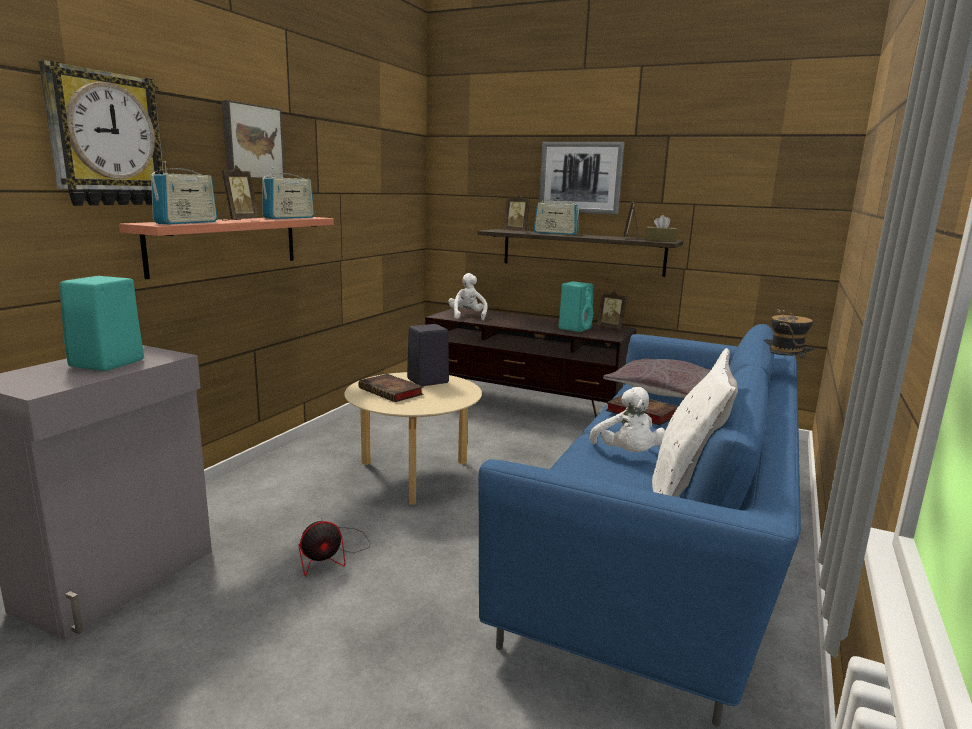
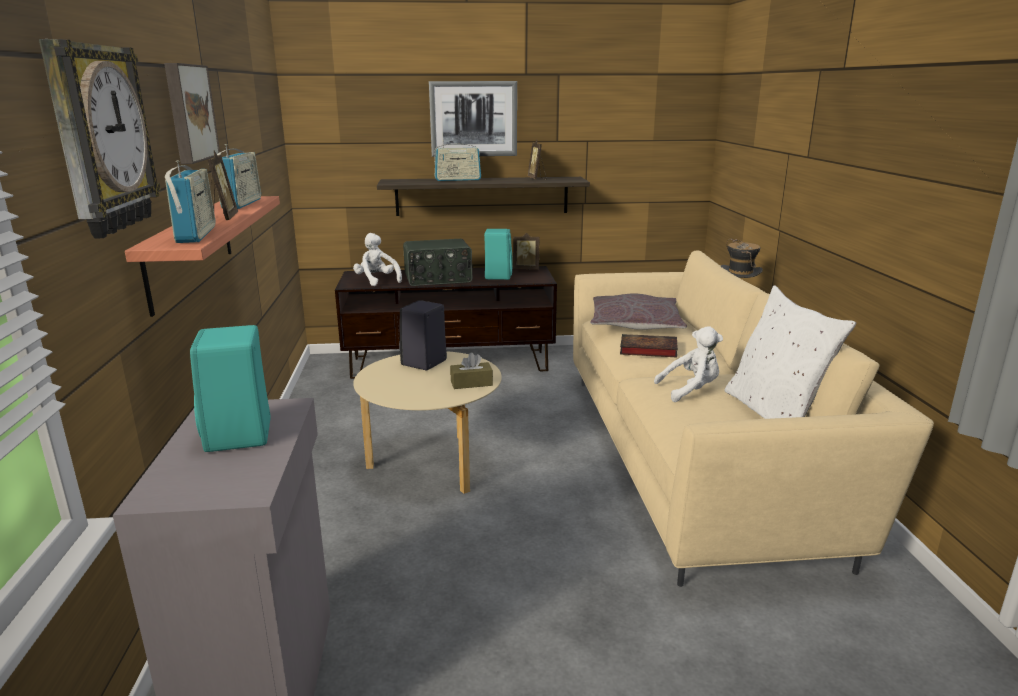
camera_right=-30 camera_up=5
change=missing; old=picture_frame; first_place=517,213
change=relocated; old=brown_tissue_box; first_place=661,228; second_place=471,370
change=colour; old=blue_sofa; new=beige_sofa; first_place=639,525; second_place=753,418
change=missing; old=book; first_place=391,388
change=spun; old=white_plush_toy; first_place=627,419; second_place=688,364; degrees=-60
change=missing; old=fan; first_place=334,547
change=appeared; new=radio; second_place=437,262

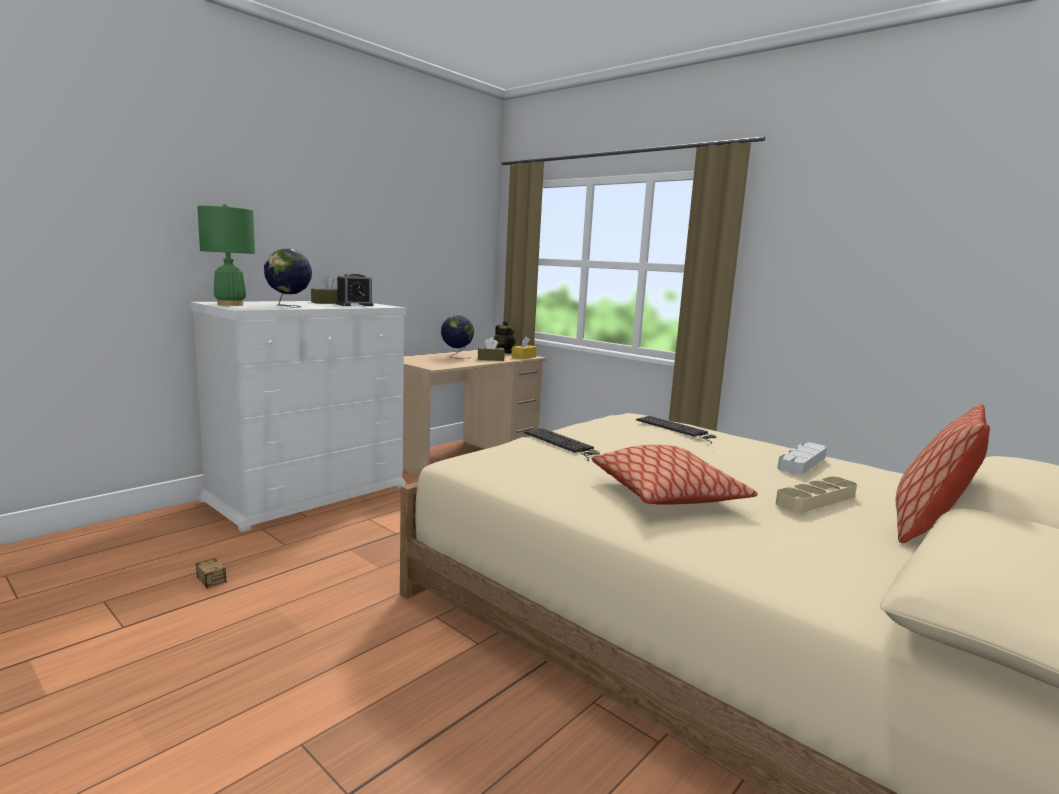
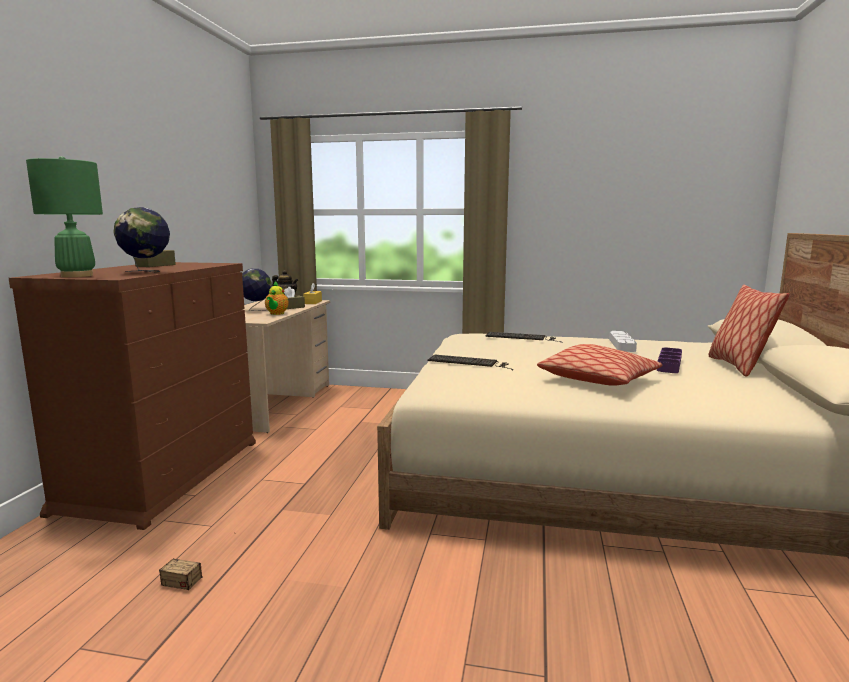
camera_right=-30 camera_up=0
change=missing; old=alarm_clock; first_place=355,289
change=colour; old=white_dresser; new=brown_dresser; first_place=298,416; second_place=132,396
change=colour; old=beige_tray; new=purple_tray; first_place=816,494; second_place=669,360
change=appeared; new=teapot; second_place=277,298

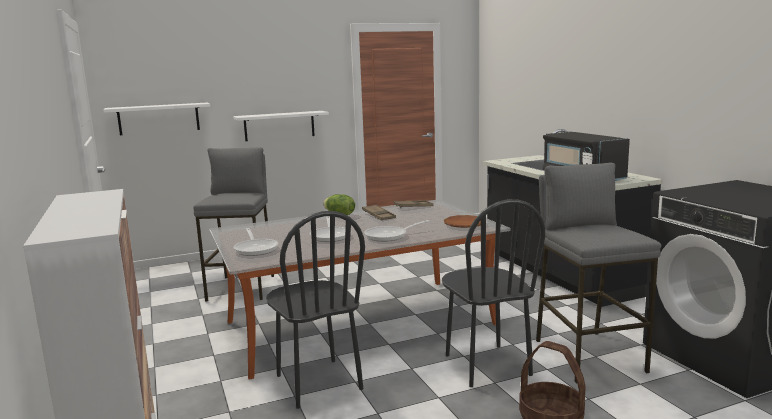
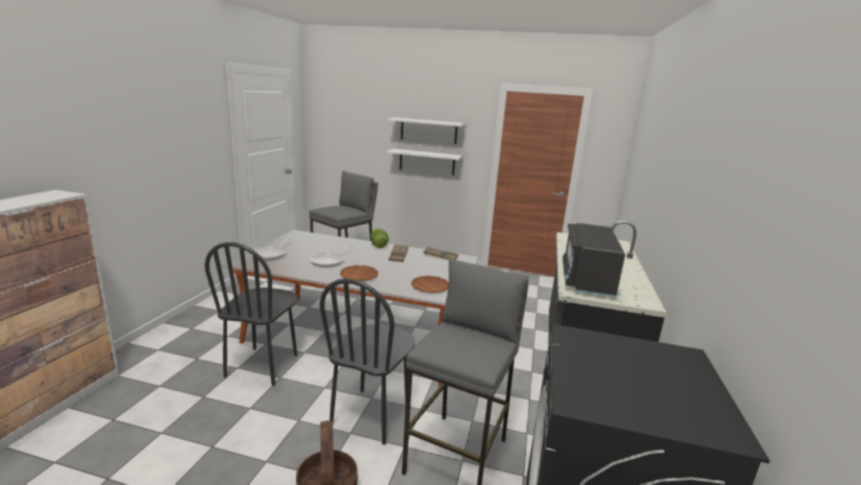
camera_right=35 camera_up=5
change=relocated; old=white_shelf; first_place=156,119; second_place=427,130
change=exchanged; old=frying_pan; new=brown_plate; first_place=397,231; second_place=359,273

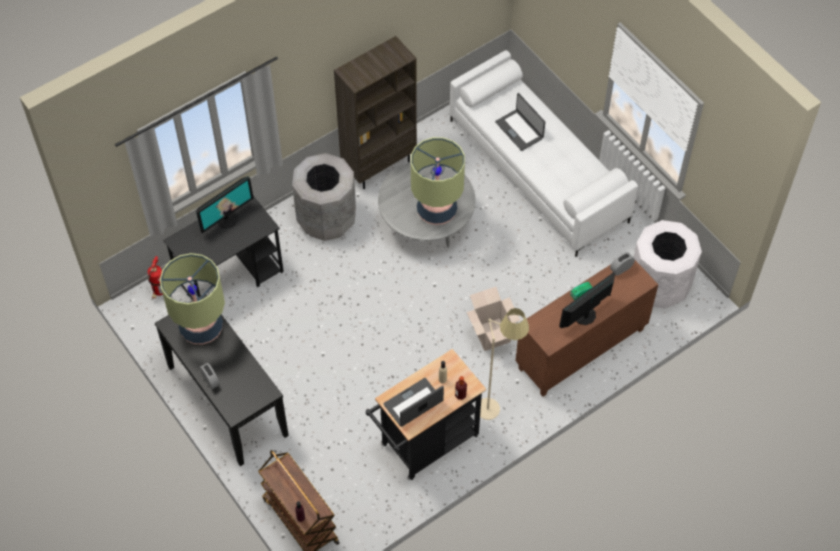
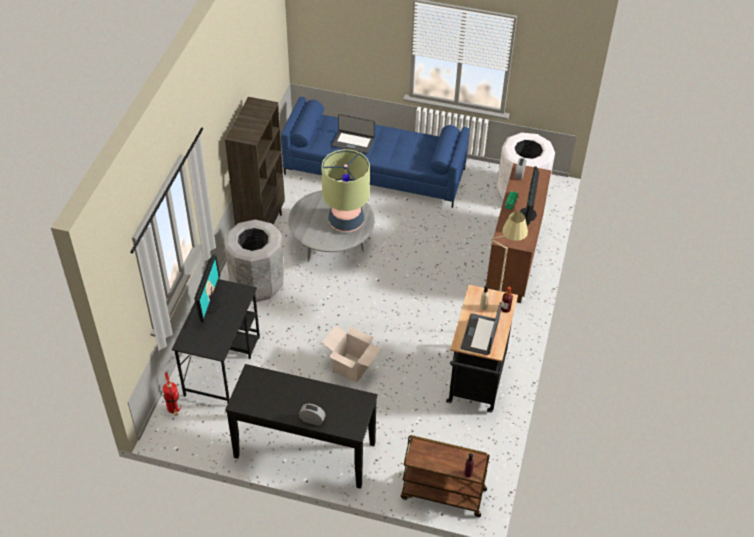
camera_right=-40 camera_up=-10
change=colour; old=white_sofa; new=blue_sofa; first_place=544,153; second_place=375,152
change=missing; old=table_lamp; first_place=192,298
change=relocated; old=cardboard_box; first_place=493,319; second_place=352,354

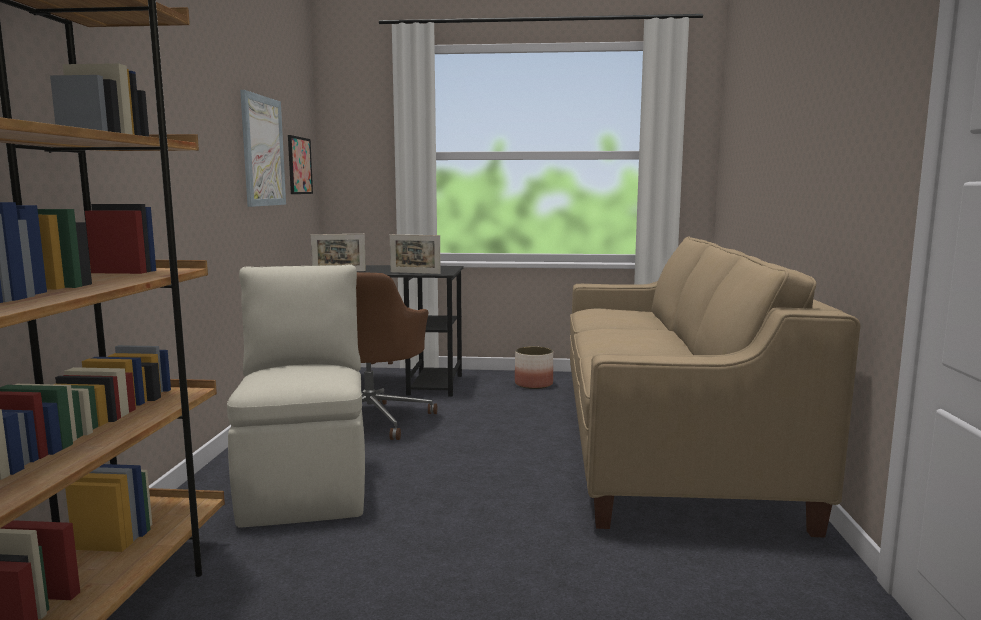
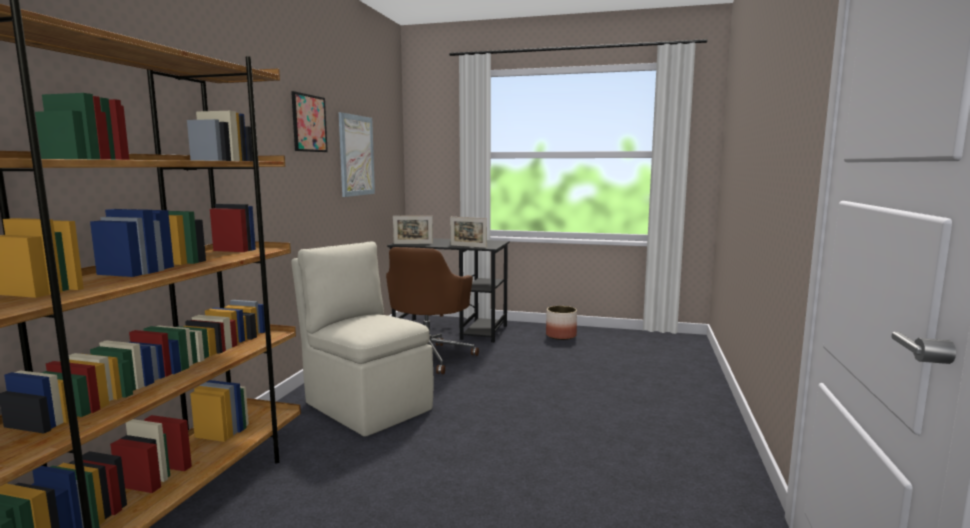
camera_right=10 camera_up=0
change=relocated; old=picture; first_place=300,164; second_place=309,121
change=missing; old=beige_sofa; first_place=715,387
change=spun; old=beige_chair; first_place=296,396; second_place=362,339; degrees=-45

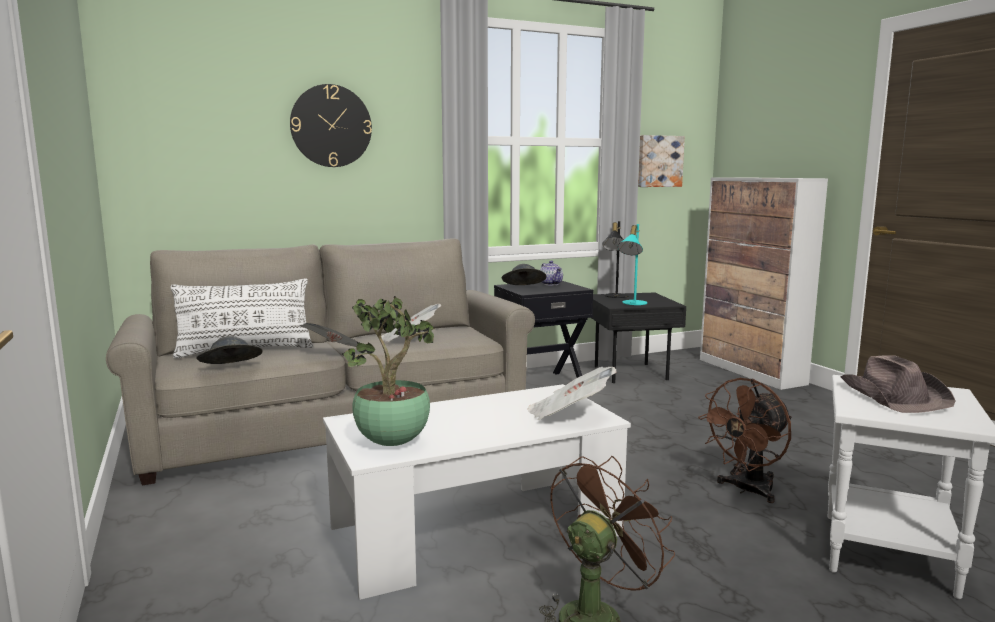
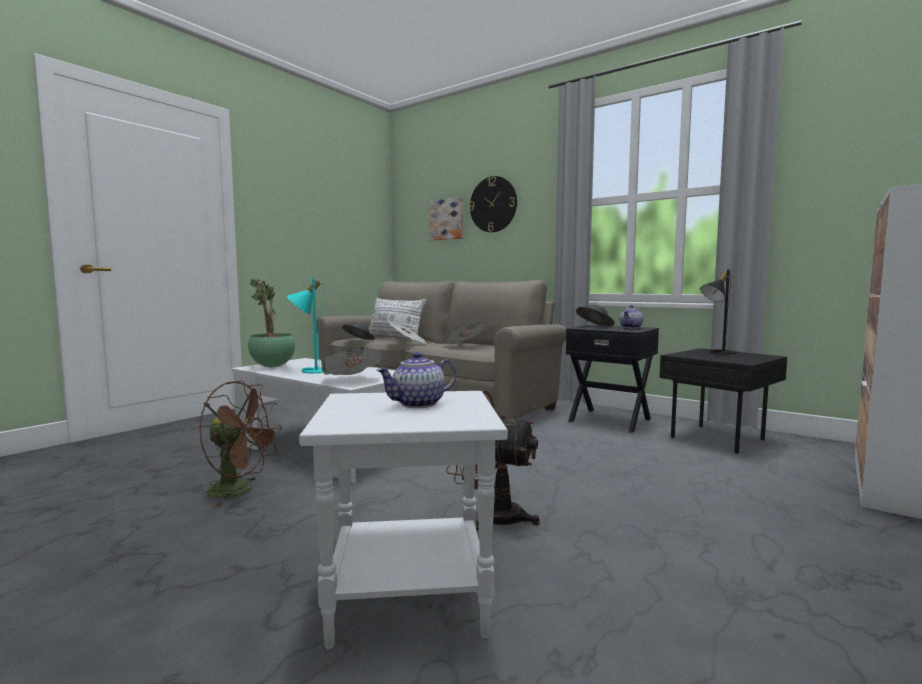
camera_right=60 camera_up=-5
change=relocated; old=picture; first_place=661,161; second_place=446,219
change=relocated; old=turquoise_table_lamp; first_place=632,264; second_place=306,325
change=exchanged; old=brown_hat; new=teapot; first_place=898,384; second_place=416,380

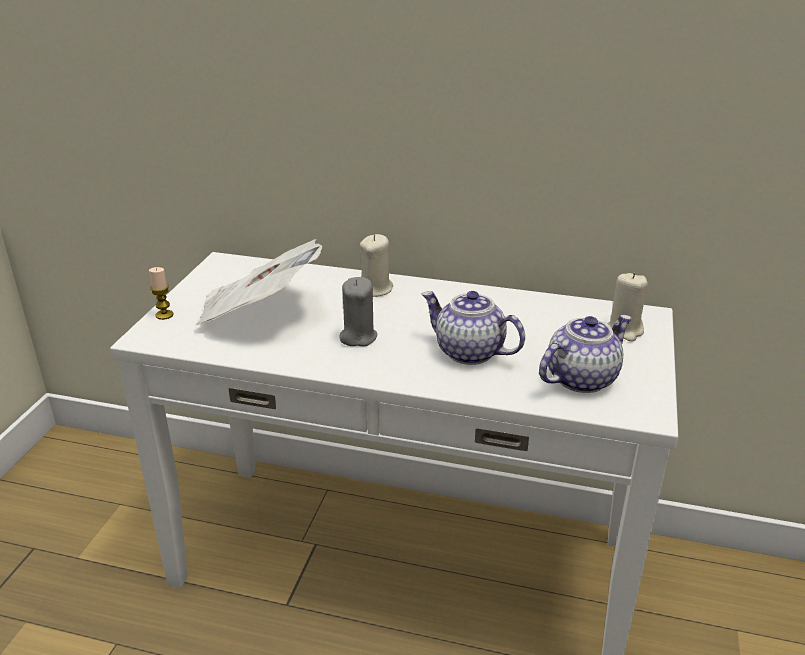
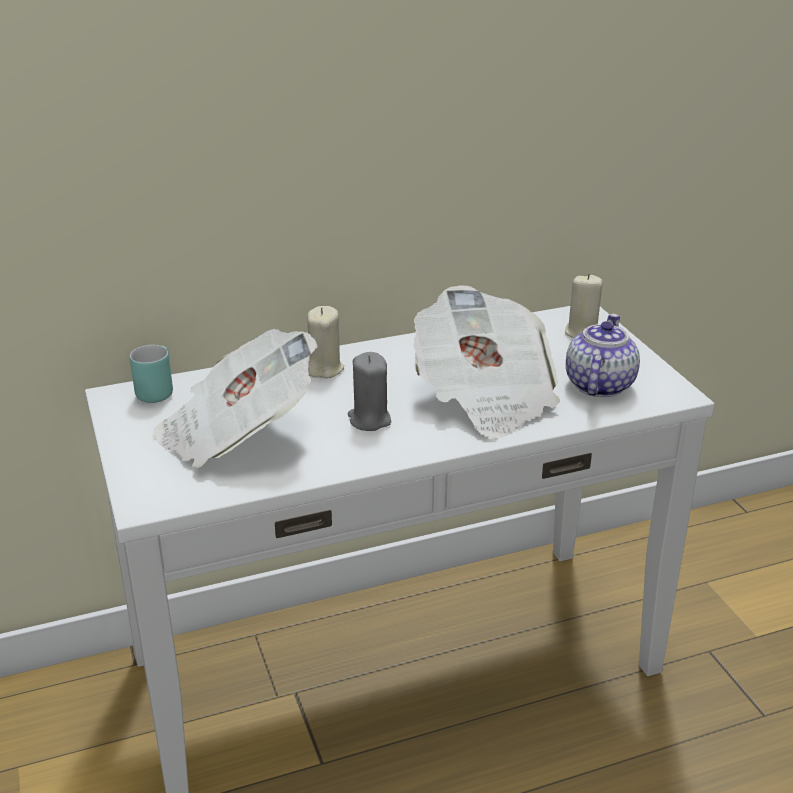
camera_right=-35 camera_up=0
change=missing; old=candle; first_place=161,293
change=exchanged; old=teapot; new=newspaper; first_place=473,328; second_place=487,362
change=appeared; new=turquoise_mug; second_place=151,374

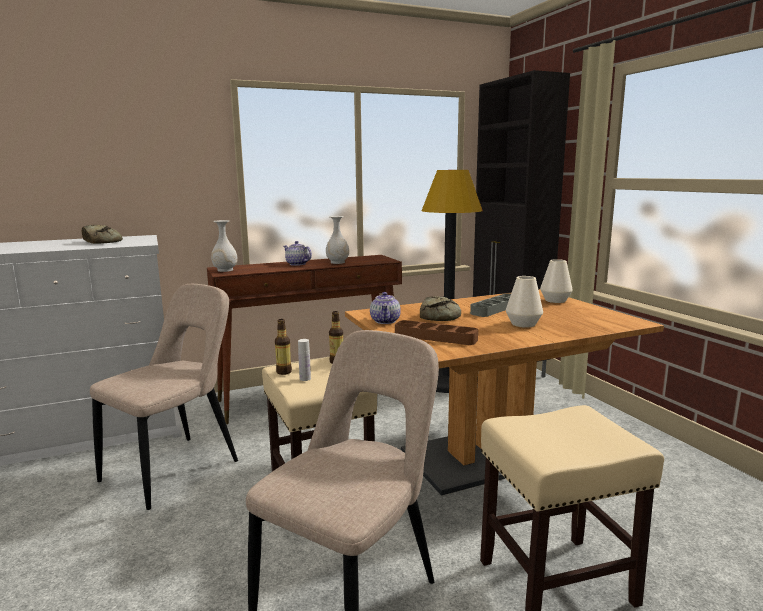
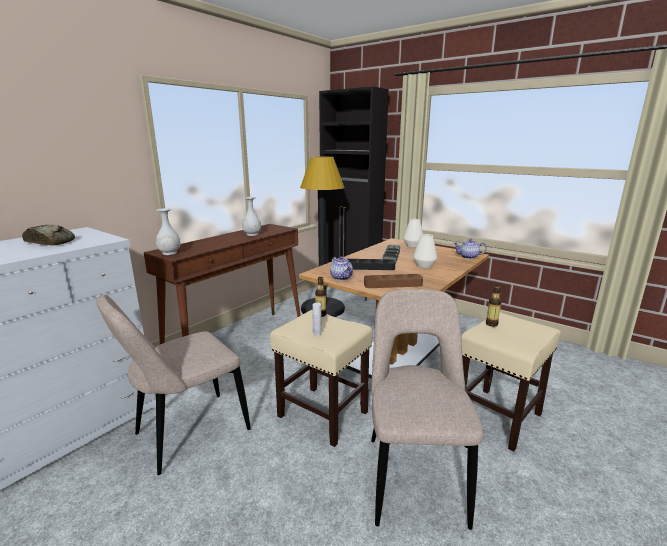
camera_right=-30 camera_up=5
change=relocated; old=teapot; first_place=297,253; second_place=470,249
change=spun; old=beige_chair; first_place=164,397; second_place=173,384; degrees=-135
change=exchanged; old=bread; new=black_tray; first_place=440,308; second_place=371,264
change=relocated; old=bottle; first_place=283,347; second_place=493,306

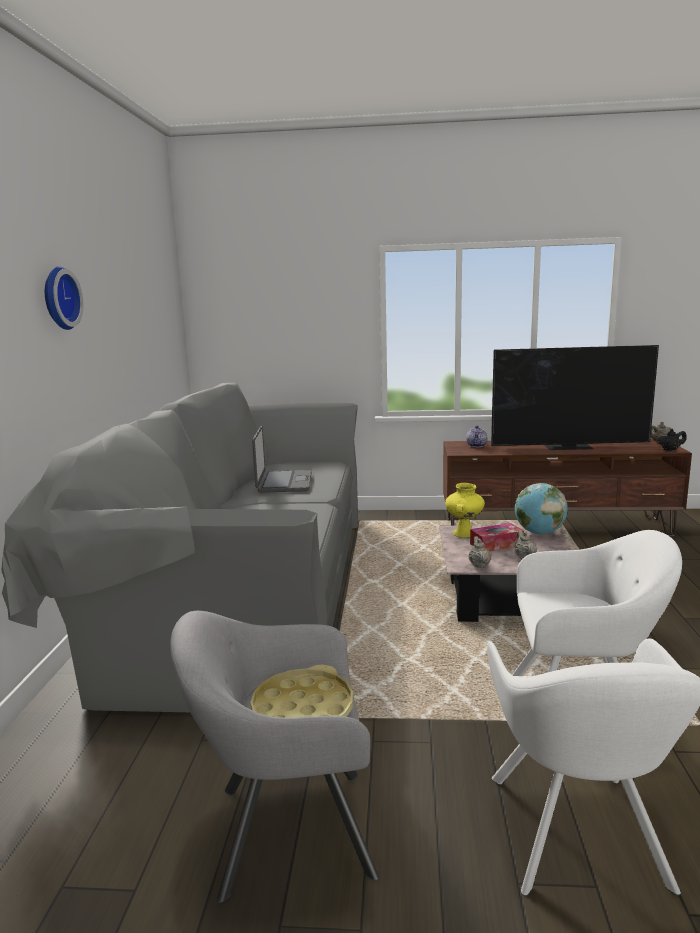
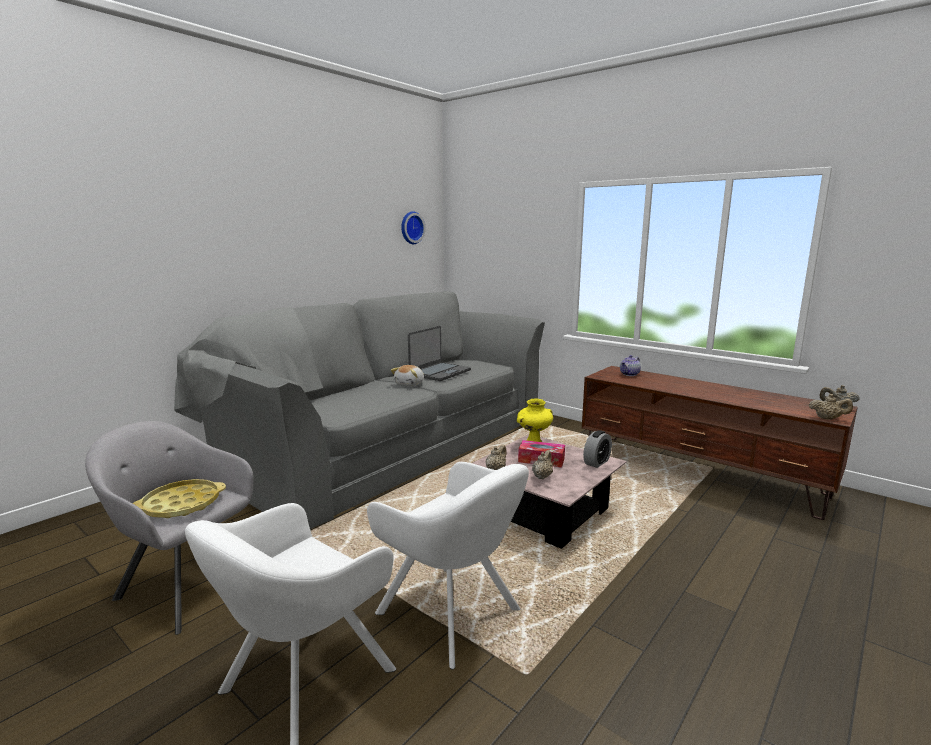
camera_right=35 camera_up=0
change=relocated; old=wall_clock; first_place=64,298; second_place=413,227
change=missing; old=television; first_place=575,397
change=colour; old=black_teapot; new=beige_teapot; first_place=672,440; second_place=831,407
change=exchanged; old=globe; new=alarm_clock; first_place=541,509; second_place=597,449
change=appeared; new=plush_toy; second_place=407,375

